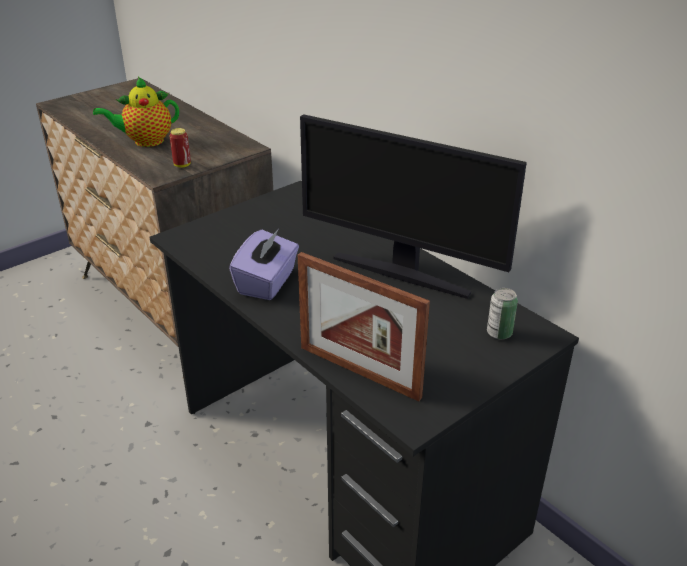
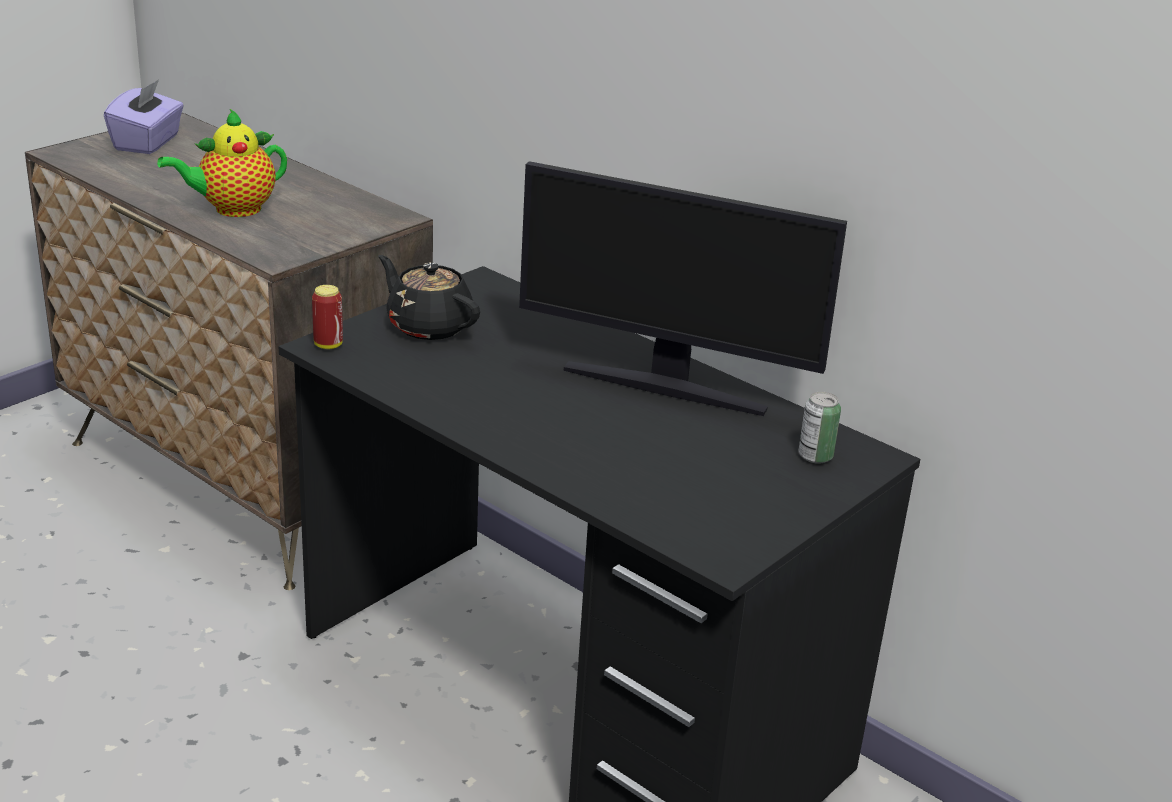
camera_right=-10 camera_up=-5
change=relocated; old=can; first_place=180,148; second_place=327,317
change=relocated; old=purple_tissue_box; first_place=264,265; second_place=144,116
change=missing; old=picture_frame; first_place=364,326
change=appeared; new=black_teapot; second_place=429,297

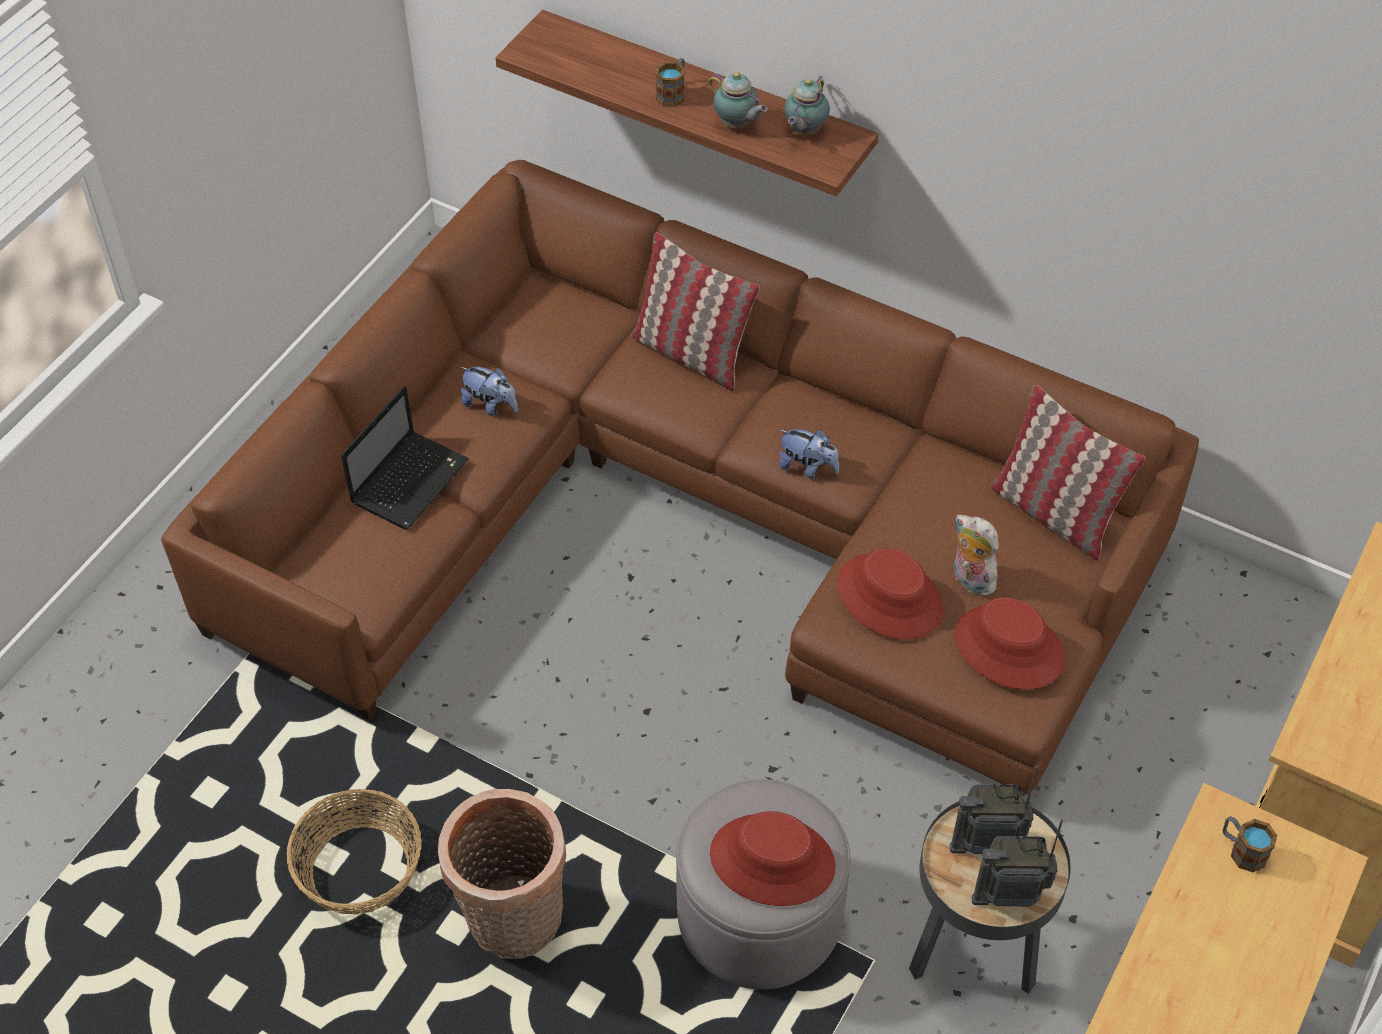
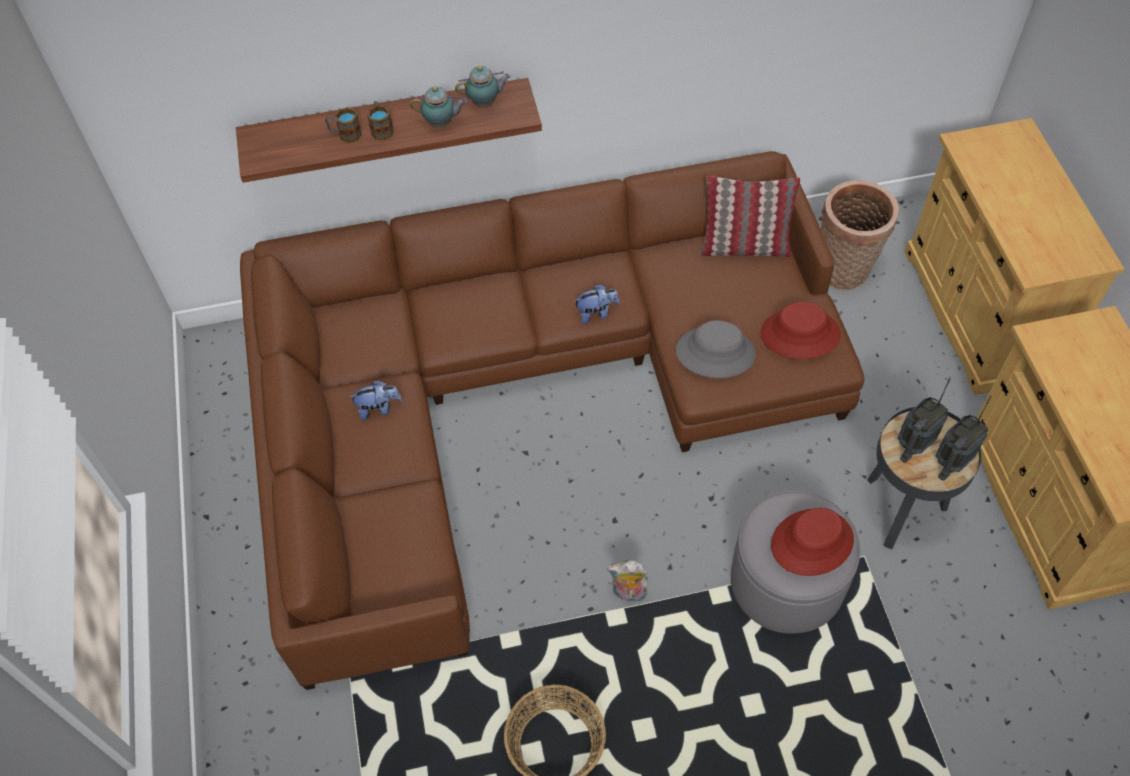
camera_right=-40 camera_up=5
change=spun; old=teapot; first_place=807,105; second_place=482,86; degrees=-90
change=missing; old=pillow; first_place=695,311
change=missing; old=laptop; first_place=405,458
change=relocated; old=plush_toy; first_place=976,555; second_place=627,581
change=colour; old=red_hat; new=grey_hat; first_place=890,594; second_place=716,349
change=relocated; old=basket; first_place=502,874; second_place=860,235
change=relocated; old=mug; first_place=1250,844; second_place=343,125

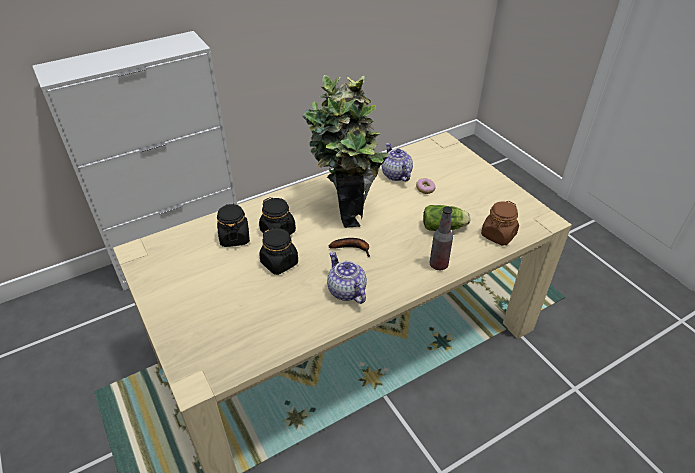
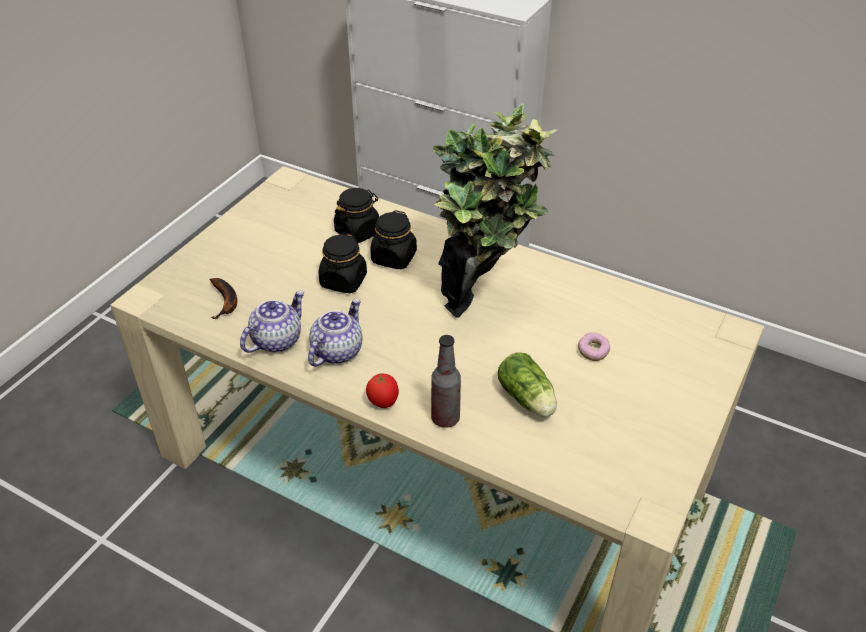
camera_right=60 camera_up=0
change=relocated; old=teapot; first_place=397,162; second_place=272,322
change=missing; old=brown_jar; first_place=500,223
change=relocated; old=banana; first_place=349,247; second_place=223,298
change=appeared; new=tomato; second_place=382,391

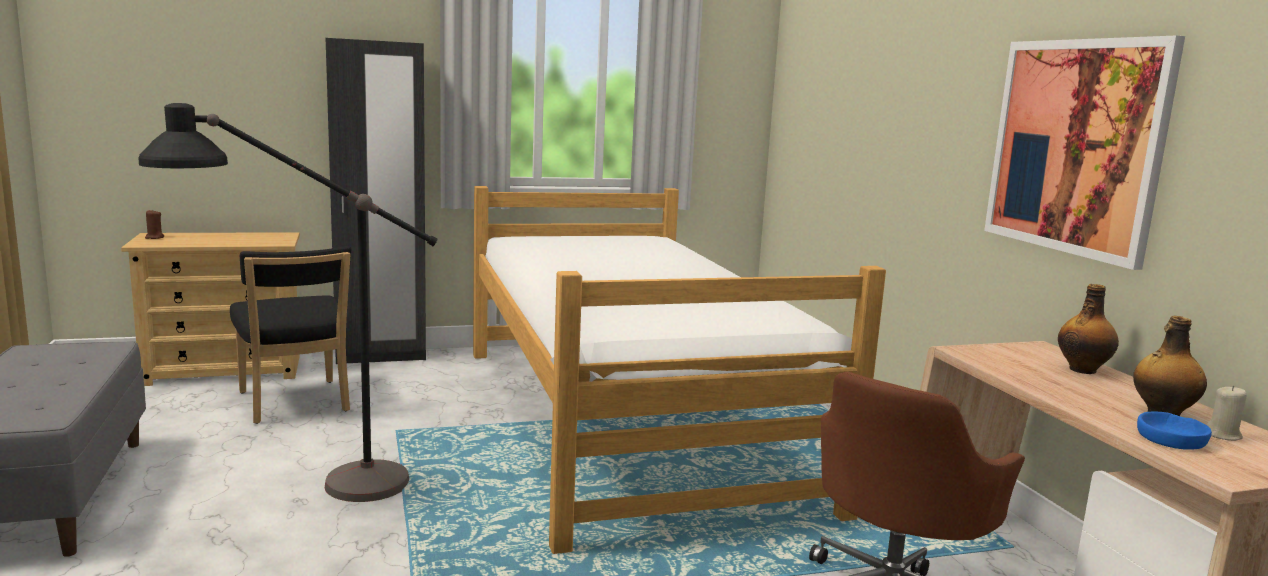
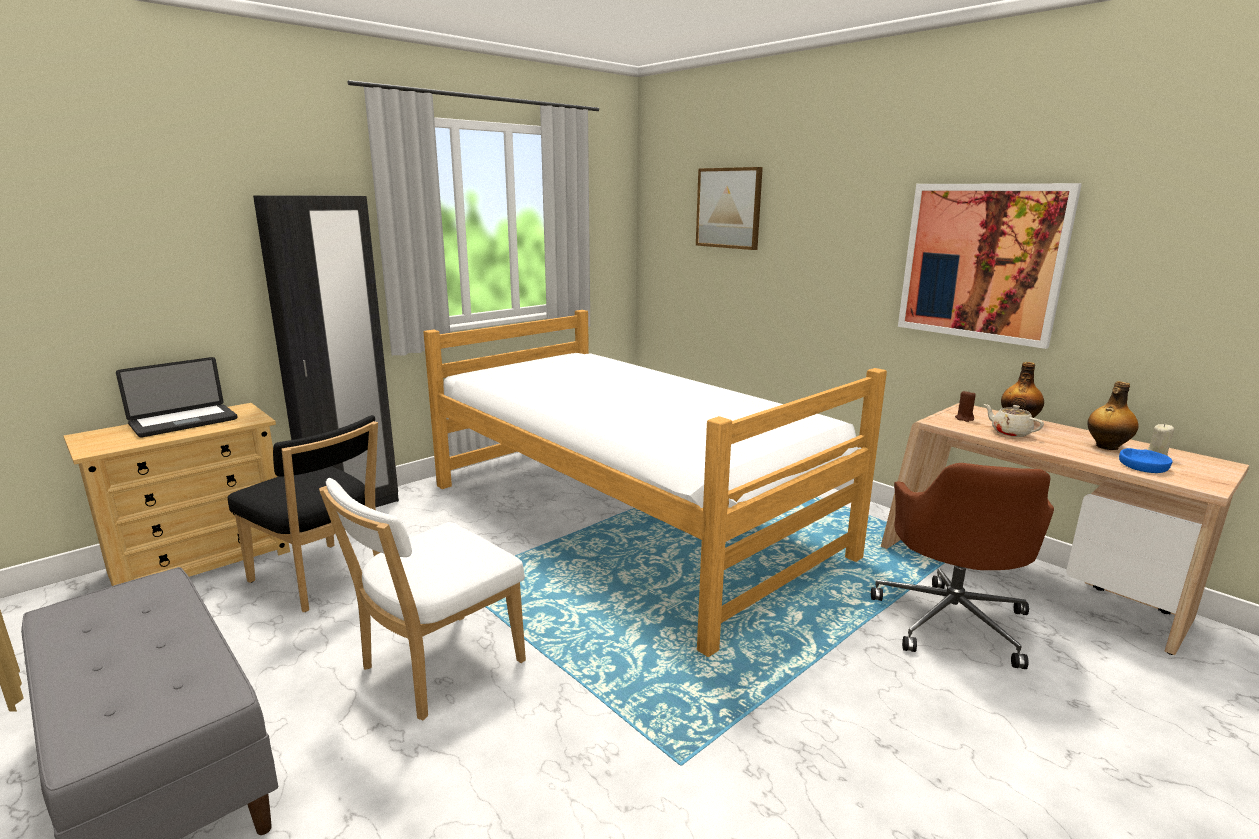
camera_right=-25 camera_up=5
change=exchanged; old=black_floor_lamp; new=white_chair; first_place=288,302; second_place=422,599
change=relocated; old=brown_candle; first_place=154,224; second_place=965,406
change=appeared; new=picture; second_place=729,208
change=appeared; new=laptop; second_place=176,397
change=appeared; new=beige_teapot; second_place=1014,420

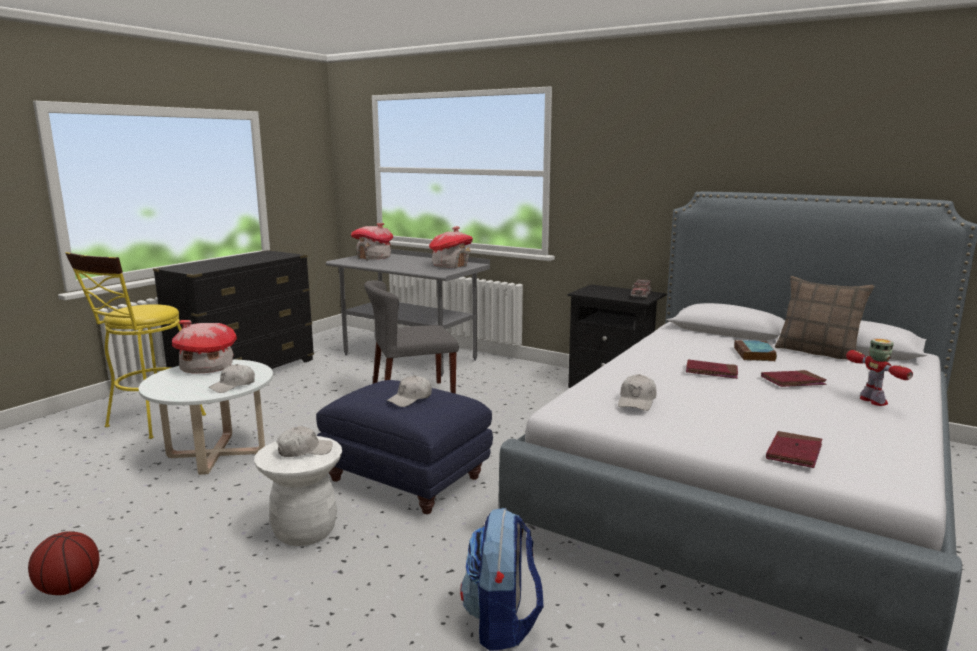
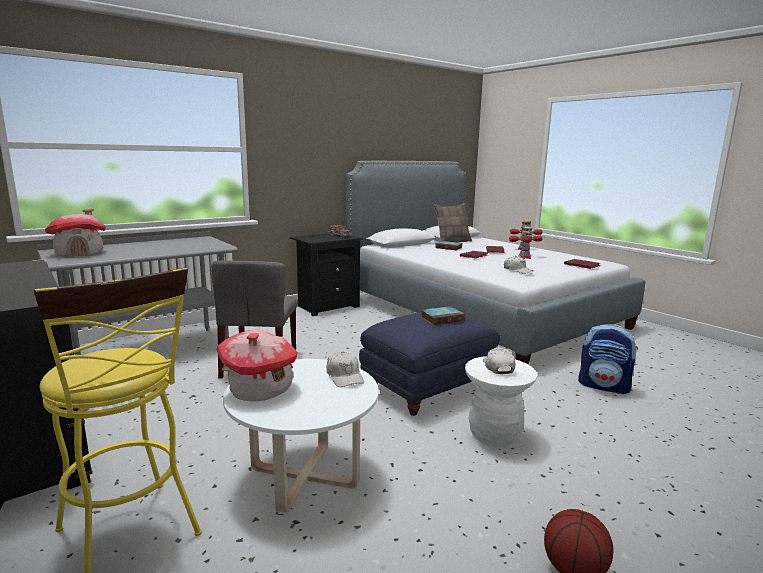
camera_right=-70 camera_up=0
change=missing; old=toy_house; first_place=451,247
change=exchanged; old=white_cap; new=book; first_place=409,391; second_place=443,315
change=appeared; new=toy_robot; second_place=526,242

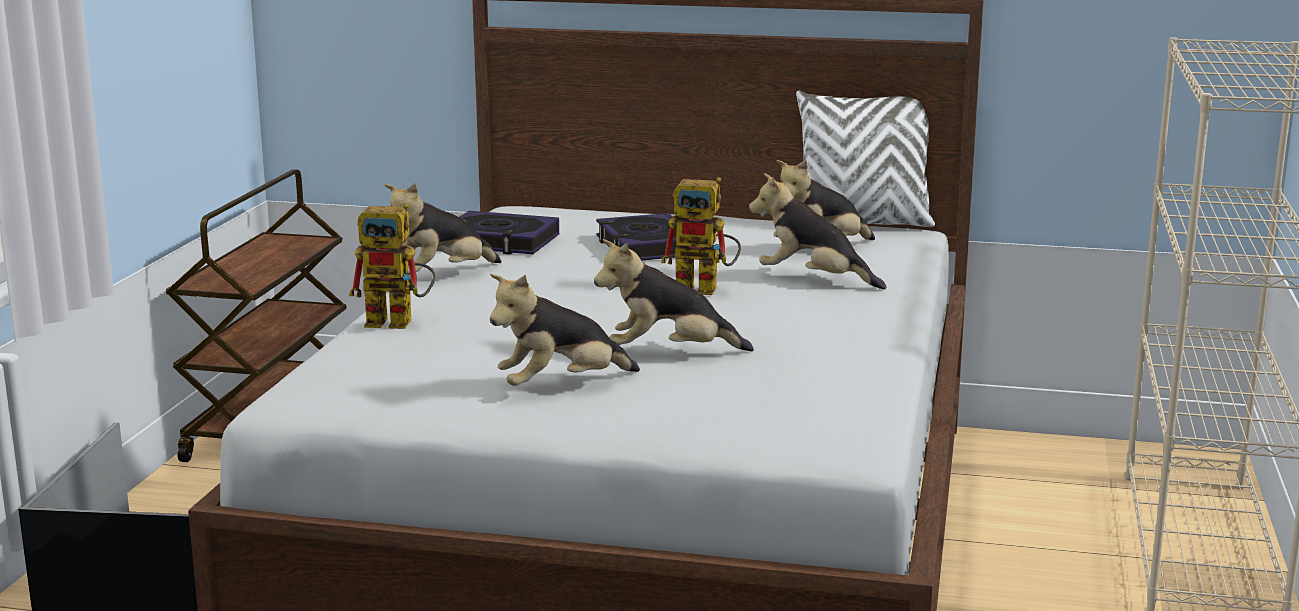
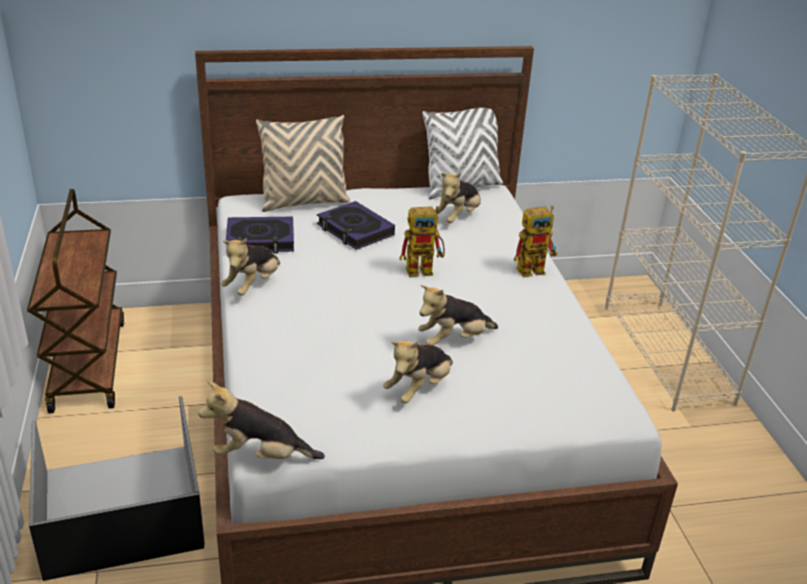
camera_right=-25 camera_up=15
change=relocated; old=plush_toy; first_place=817,231; second_place=261,420
change=relocated; old=toy_robot; first_place=392,266; second_place=536,241
change=appeared; new=beige_pillow; second_place=303,163

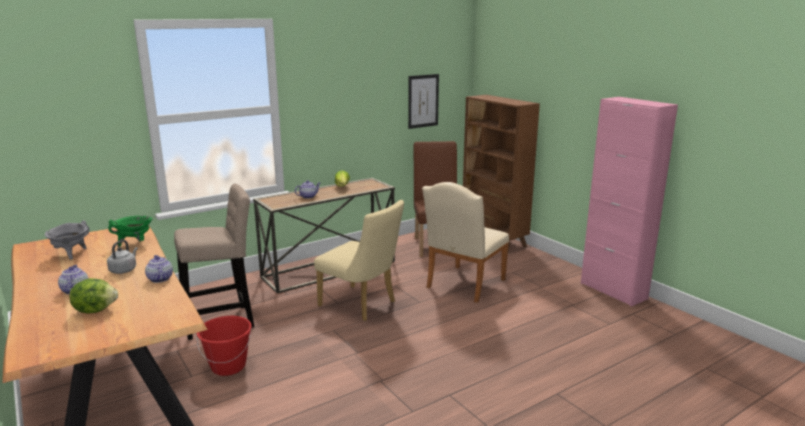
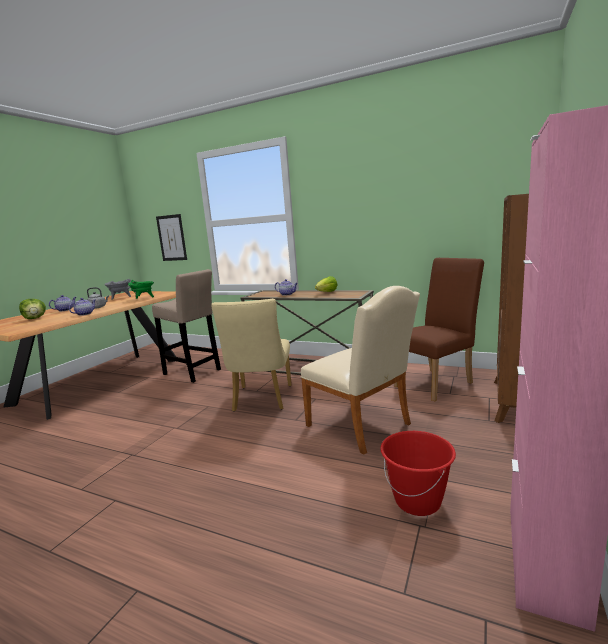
camera_right=60 camera_up=-5
change=relocated; old=picture; first_place=423,101; second_place=171,237
change=spun; old=beige_chair; first_place=465,242; second_place=360,370; degrees=-135
change=relocated; old=red_bucket; first_place=224,346; second_place=418,473

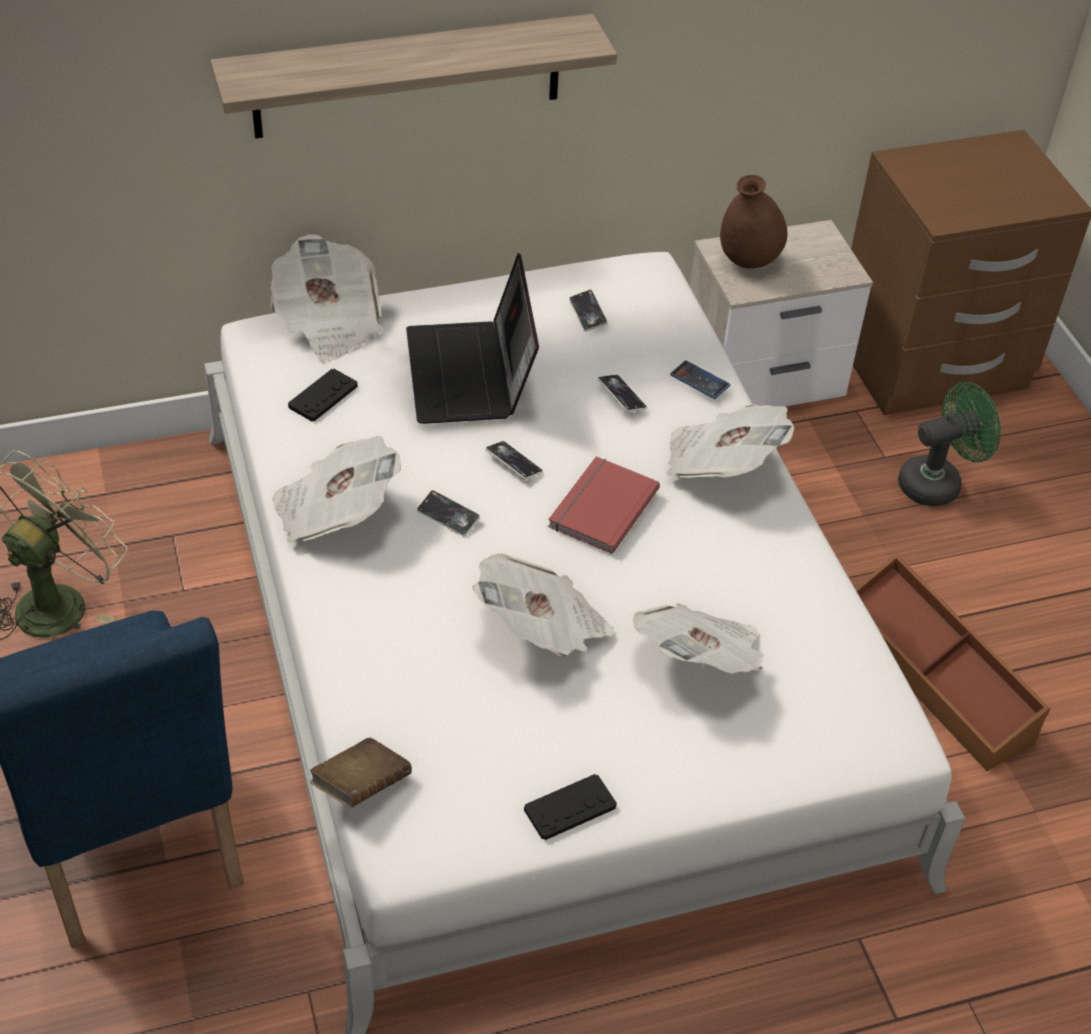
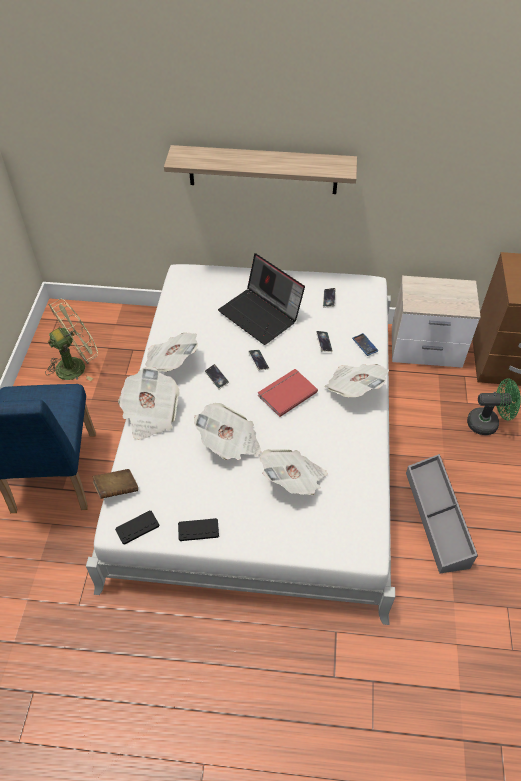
camera_right=25 camera_up=5
change=missing; old=brown_vase; first_place=753,221
change=relocated; old=newspaper; first_place=326,298; second_place=149,403
change=spun; old=laptop; first_place=472,338; second_place=261,299; degrees=-60
change=relocated; old=black_game_controller; first_place=323,395; second_place=137,528
change=colour; old=brown_storage_box; new=grey_storage_box; first_place=952,662; second_place=442,514

